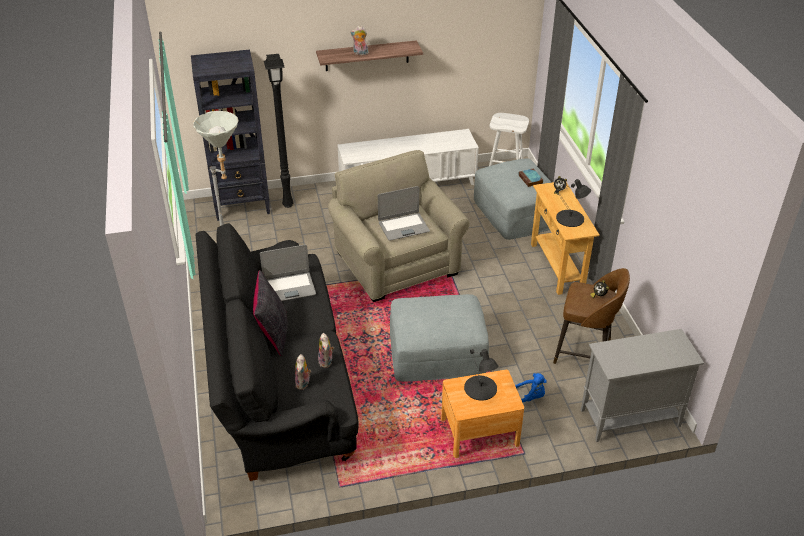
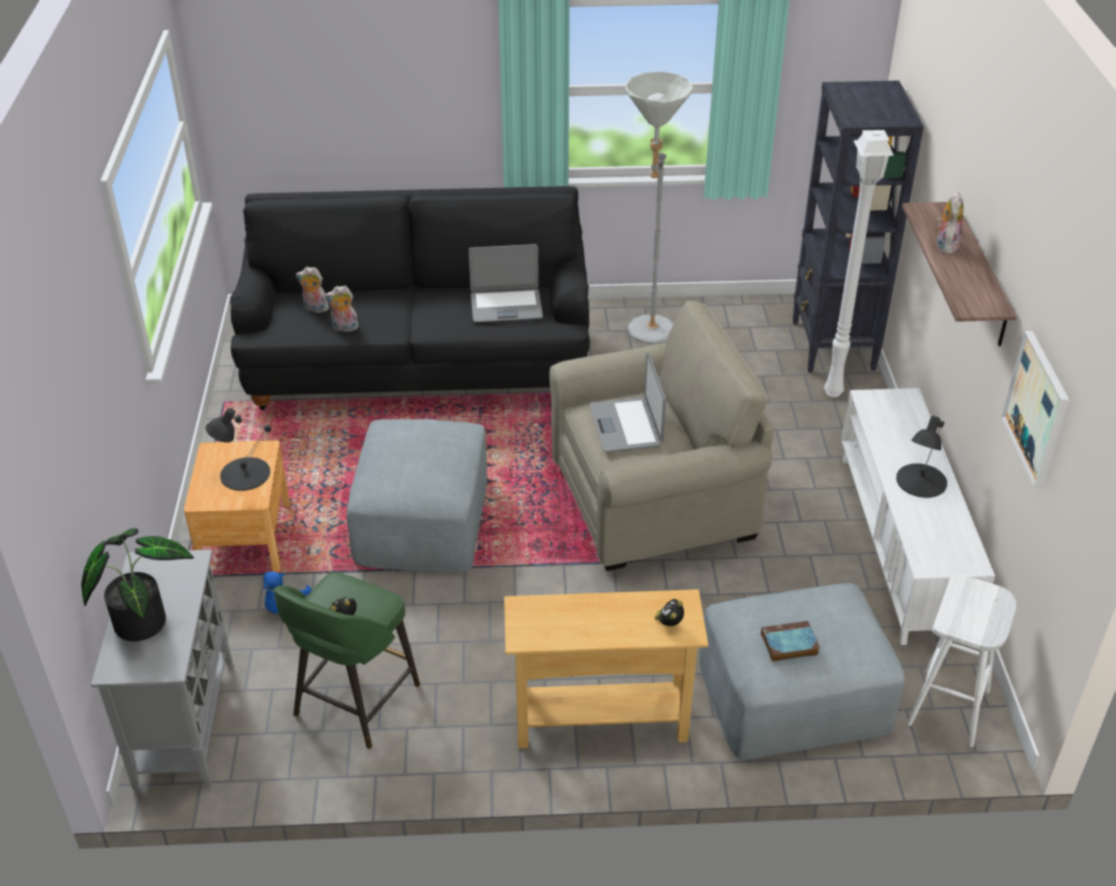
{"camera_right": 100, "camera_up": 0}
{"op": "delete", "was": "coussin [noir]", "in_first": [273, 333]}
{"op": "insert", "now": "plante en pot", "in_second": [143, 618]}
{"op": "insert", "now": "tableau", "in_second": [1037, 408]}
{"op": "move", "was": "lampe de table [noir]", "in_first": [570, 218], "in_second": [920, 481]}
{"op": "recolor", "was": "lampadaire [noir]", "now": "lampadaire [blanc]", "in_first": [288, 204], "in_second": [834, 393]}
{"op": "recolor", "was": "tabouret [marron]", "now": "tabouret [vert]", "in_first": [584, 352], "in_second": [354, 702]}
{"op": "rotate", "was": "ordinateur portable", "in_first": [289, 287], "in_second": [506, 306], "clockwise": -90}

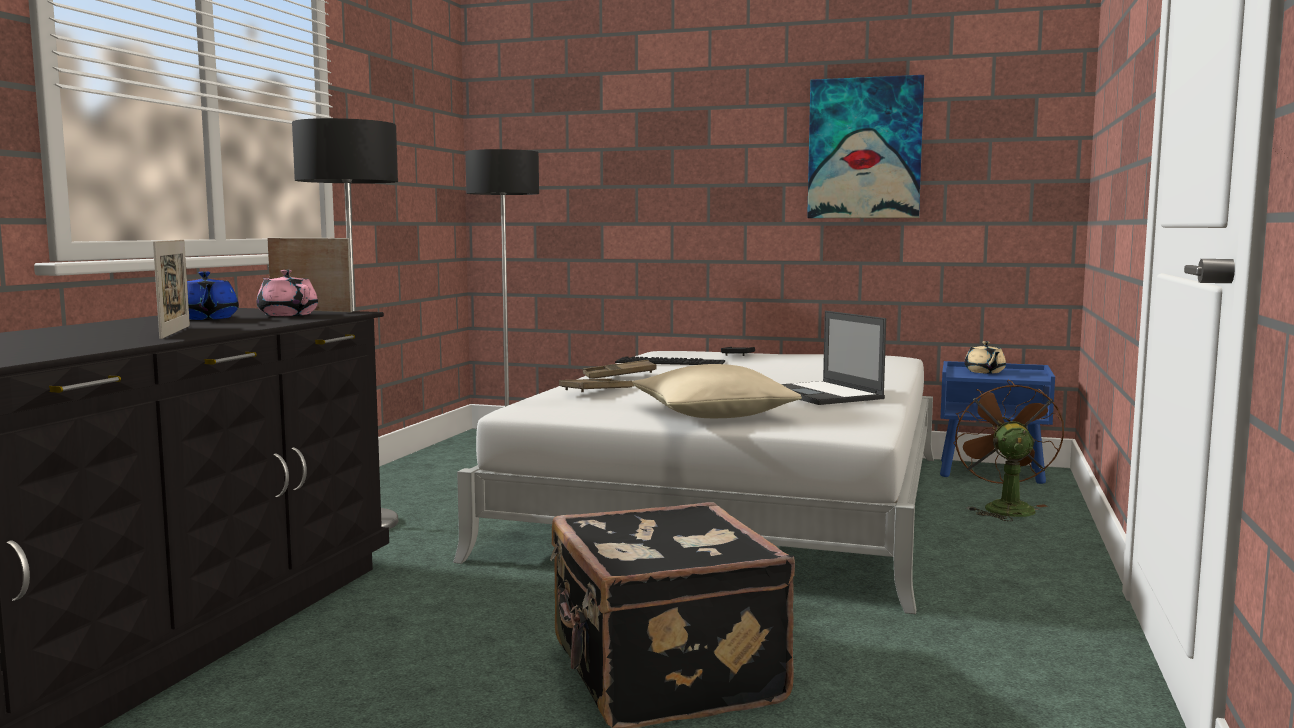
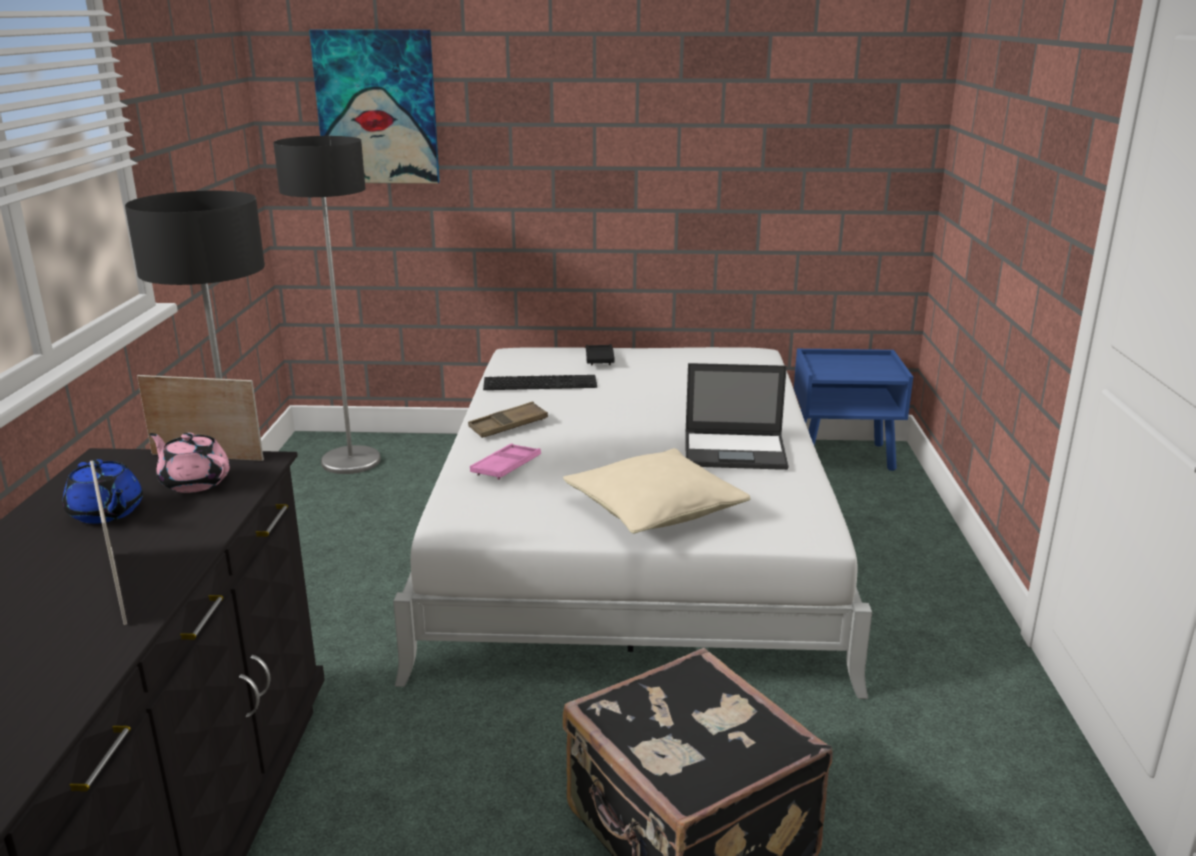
{"camera_right": -15, "camera_up": 15}
{"op": "delete", "was": "ventilateur [marron]", "in_first": [1004, 508]}
{"op": "delete", "was": "théière [beige]", "in_first": [984, 372]}
{"op": "move", "was": "tableau", "in_first": [864, 148], "in_second": [377, 107]}
{"op": "recolor", "was": "plateau [marron]", "now": "plateau [rose]", "in_first": [597, 390], "in_second": [506, 466]}
{"op": "rotate", "was": "ordinateur portable", "in_first": [824, 394], "in_second": [736, 451], "clockwise": -45}

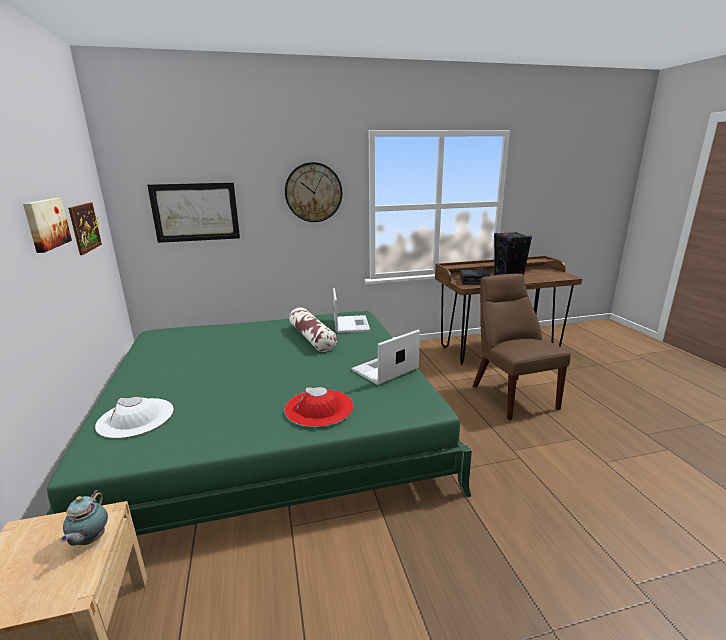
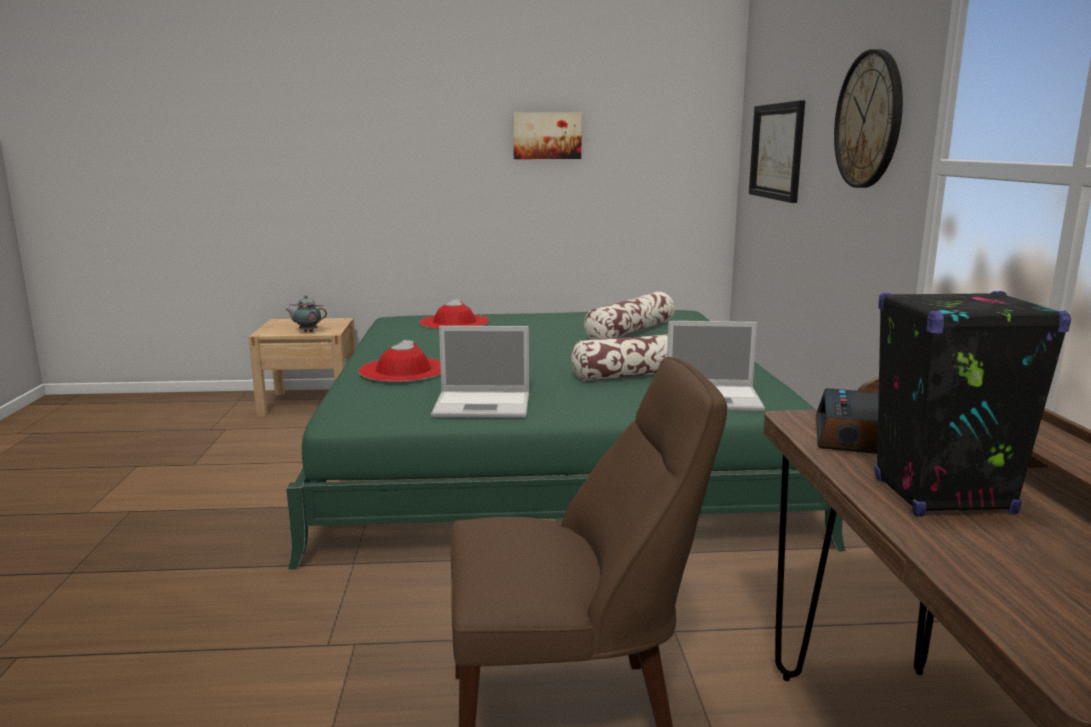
{"camera_right": 100, "camera_up": -5}
{"op": "delete", "was": "tableau", "in_first": [85, 227]}
{"op": "insert", "now": "coussin", "in_second": [630, 331]}
{"op": "recolor", "was": "chapeau [blanc]", "now": "chapeau [rouge]", "in_first": [136, 418], "in_second": [454, 322]}
{"op": "rotate", "was": "ordinateur portable", "in_first": [384, 370], "in_second": [484, 405], "clockwise": 120}

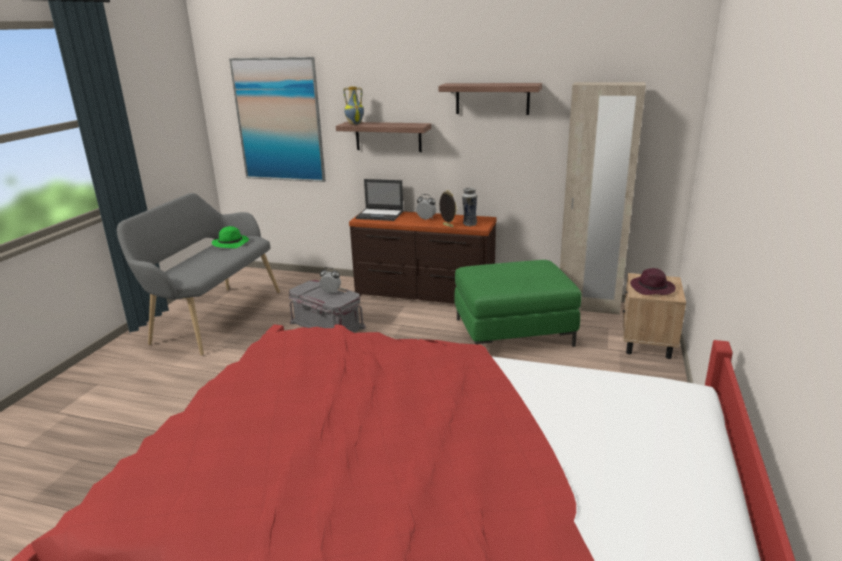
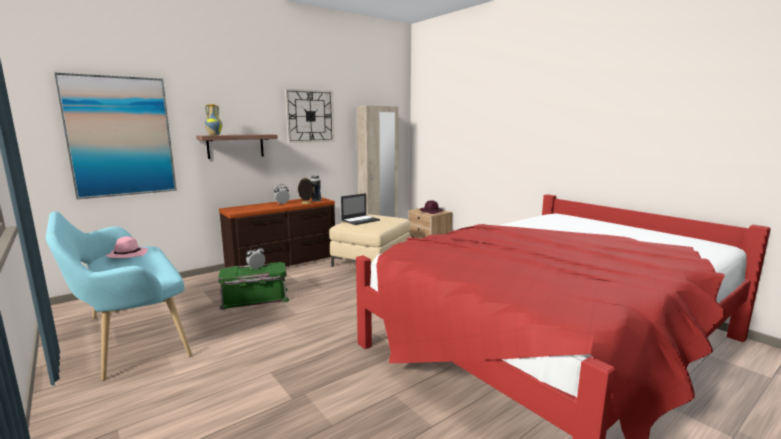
{"camera_right": -55, "camera_up": -10}
{"op": "move", "was": "ordinateur portable", "in_first": [380, 215], "in_second": [360, 220]}
{"op": "replace", "was": "étagère", "now": "horloge murale", "in_first": [492, 98], "in_second": [310, 116]}
{"op": "recolor", "was": "banc [gris]", "now": "banc [turquoise]", "in_first": [212, 317], "in_second": [129, 336]}
{"op": "recolor", "was": "chapeau [vert]", "now": "chapeau [rose]", "in_first": [231, 243], "in_second": [127, 255]}
{"op": "recolor", "was": "boîte de rangement [gris]", "now": "boîte de rangement [vert]", "in_first": [326, 325], "in_second": [255, 299]}
{"op": "recolor", "was": "pouf [vert]", "now": "pouf [beige]", "in_first": [513, 332], "in_second": [371, 260]}

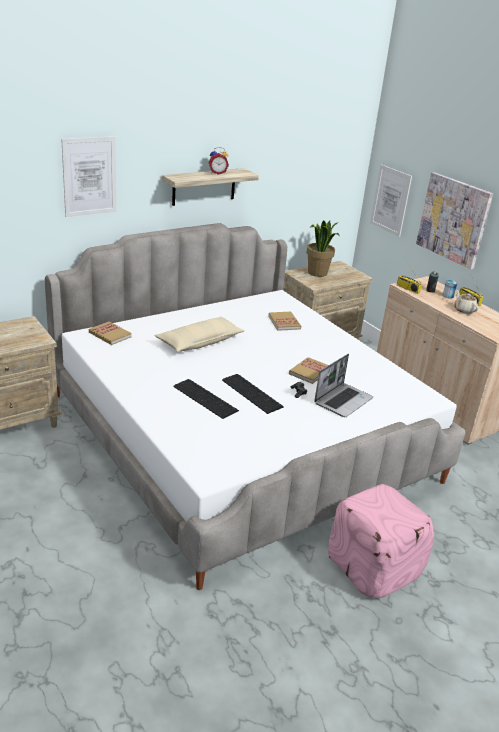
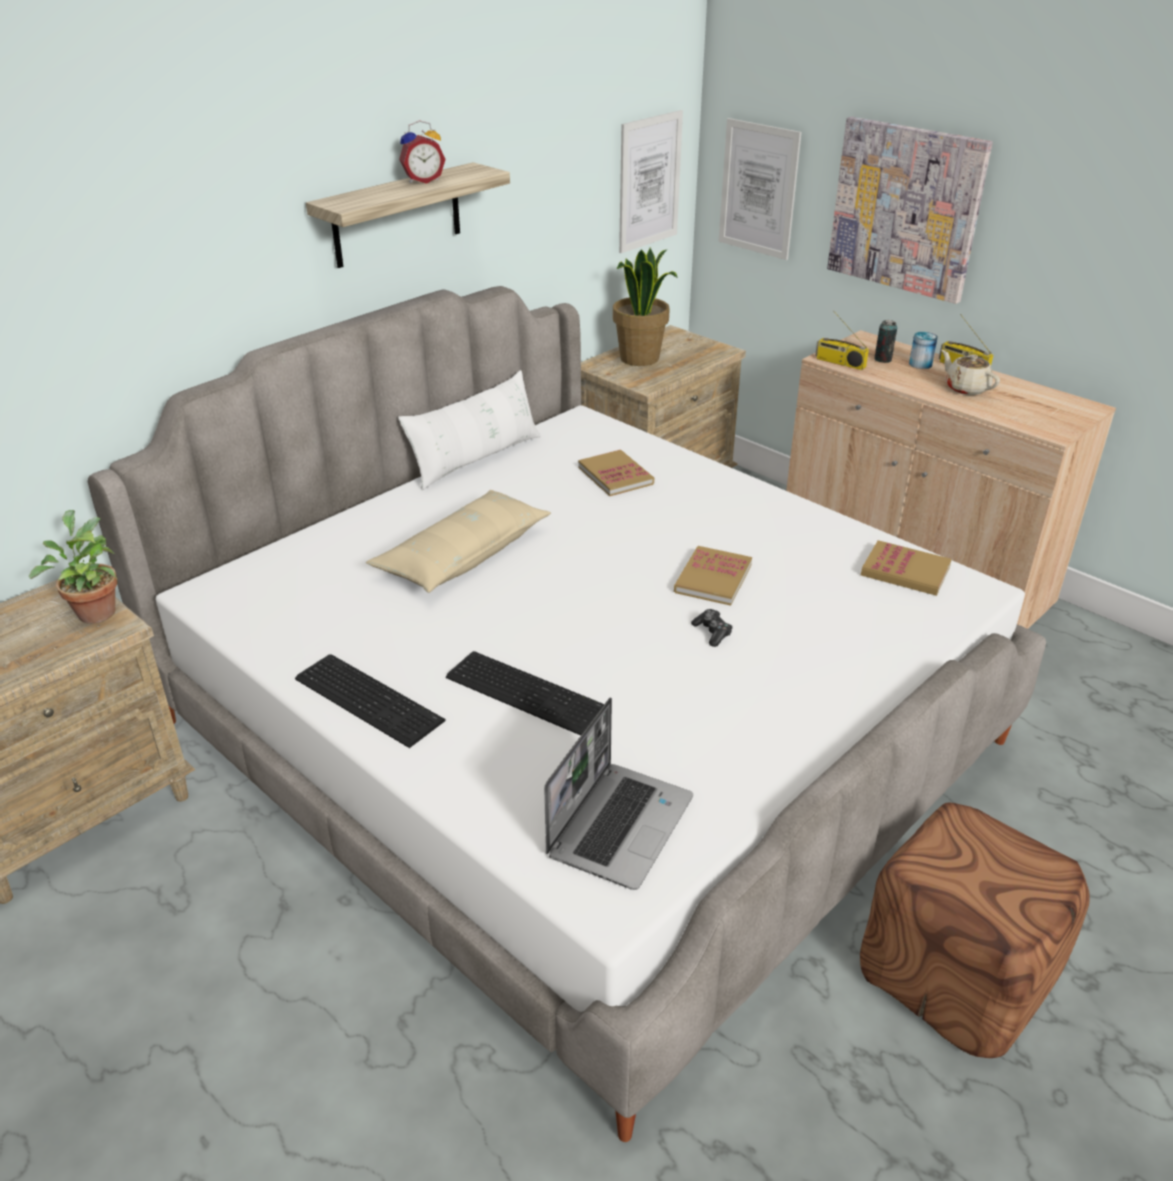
{"camera_right": -10, "camera_up": 5}
{"op": "insert", "now": "plante en pot", "in_second": [94, 611]}
{"op": "insert", "now": "coussin [blanc]", "in_second": [476, 459]}
{"op": "move", "was": "tableau", "in_first": [89, 176], "in_second": [649, 182]}
{"op": "move", "was": "livre", "in_first": [110, 335], "in_second": [905, 571]}
{"op": "move", "was": "clavier", "in_first": [252, 392], "in_second": [369, 697]}
{"op": "move", "was": "ordinateur portable", "in_first": [343, 400], "in_second": [620, 825]}
{"op": "recolor", "was": "pouf [rose]", "now": "pouf [marron]", "in_first": [373, 566], "in_second": [956, 974]}

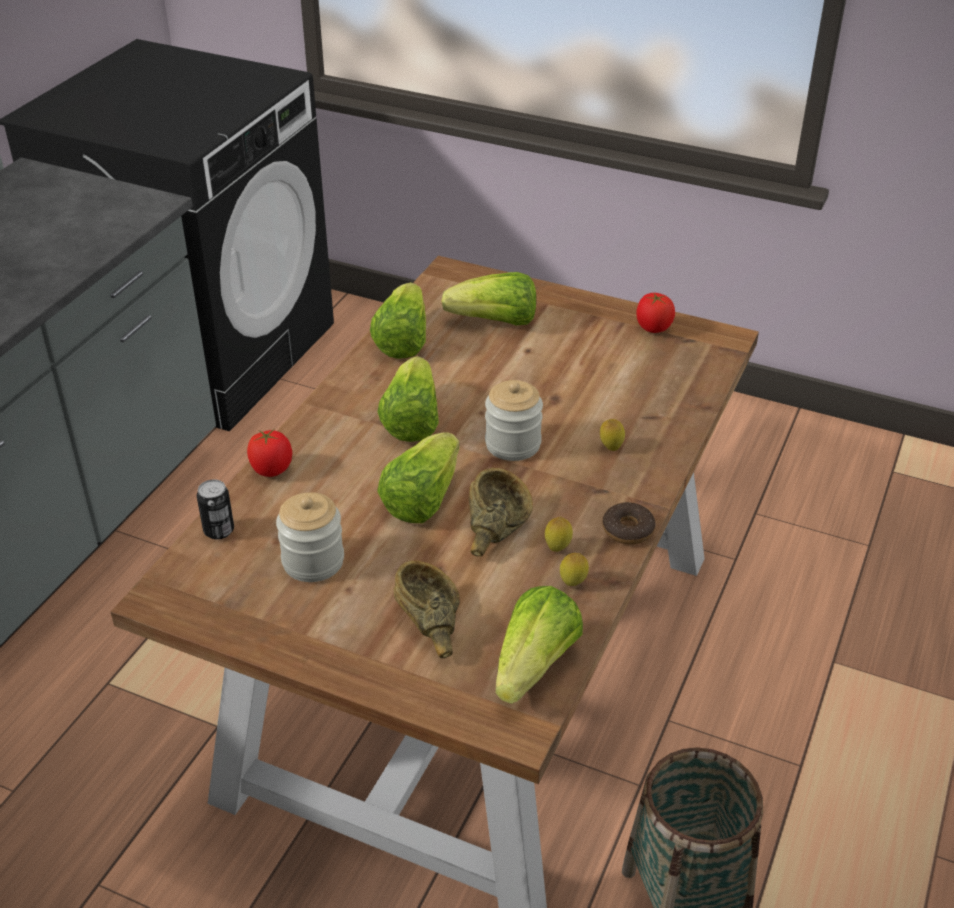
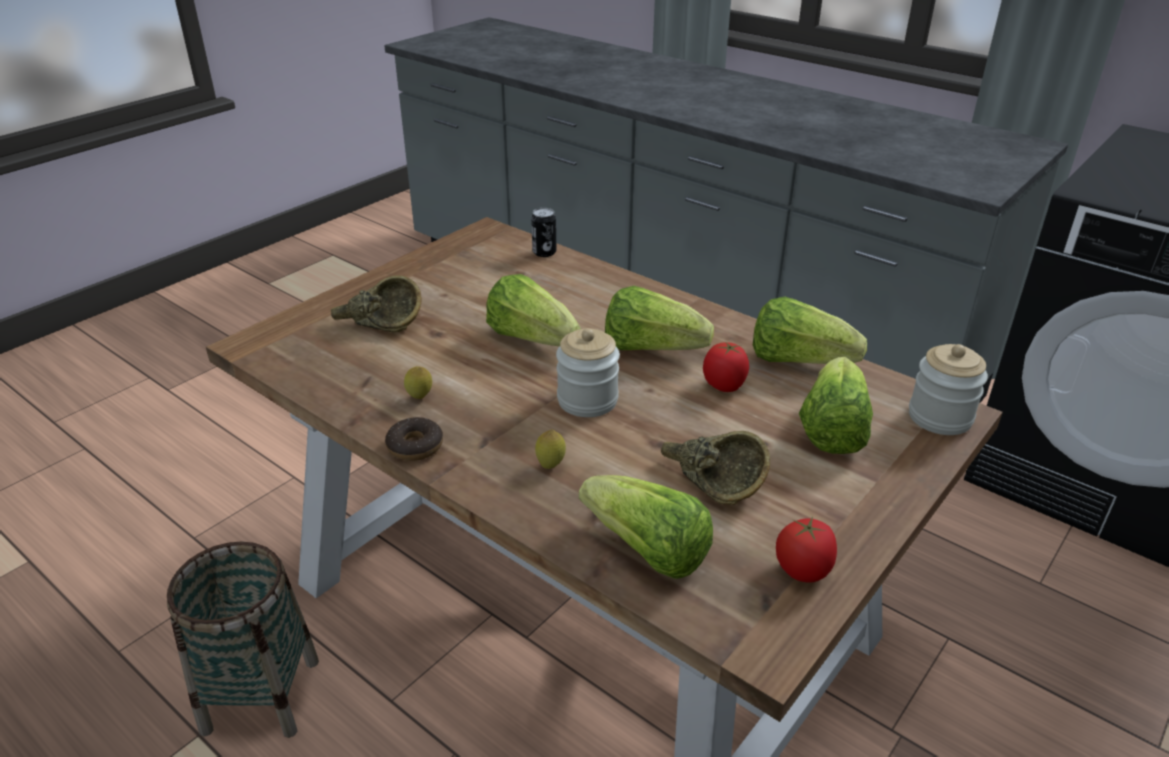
{"camera_right": 105, "camera_up": -5}
{"op": "delete", "was": "citron", "in_first": [573, 583]}
{"op": "move", "was": "tomate", "in_first": [272, 469], "in_second": [724, 385]}
{"op": "move", "was": "bocal", "in_first": [313, 561], "in_second": [940, 417]}
{"op": "move", "was": "bol [marron]", "in_first": [496, 530], "in_second": [710, 482]}
{"op": "move", "was": "laitue", "in_first": [535, 665], "in_second": [646, 551]}

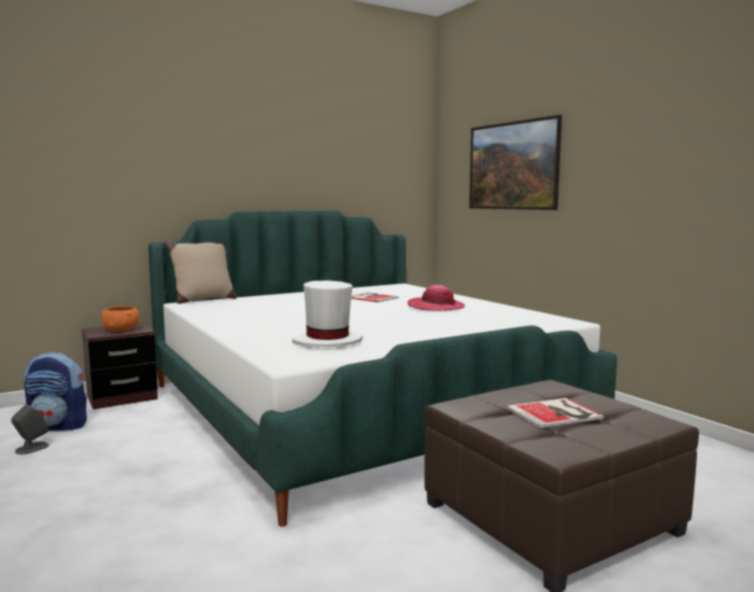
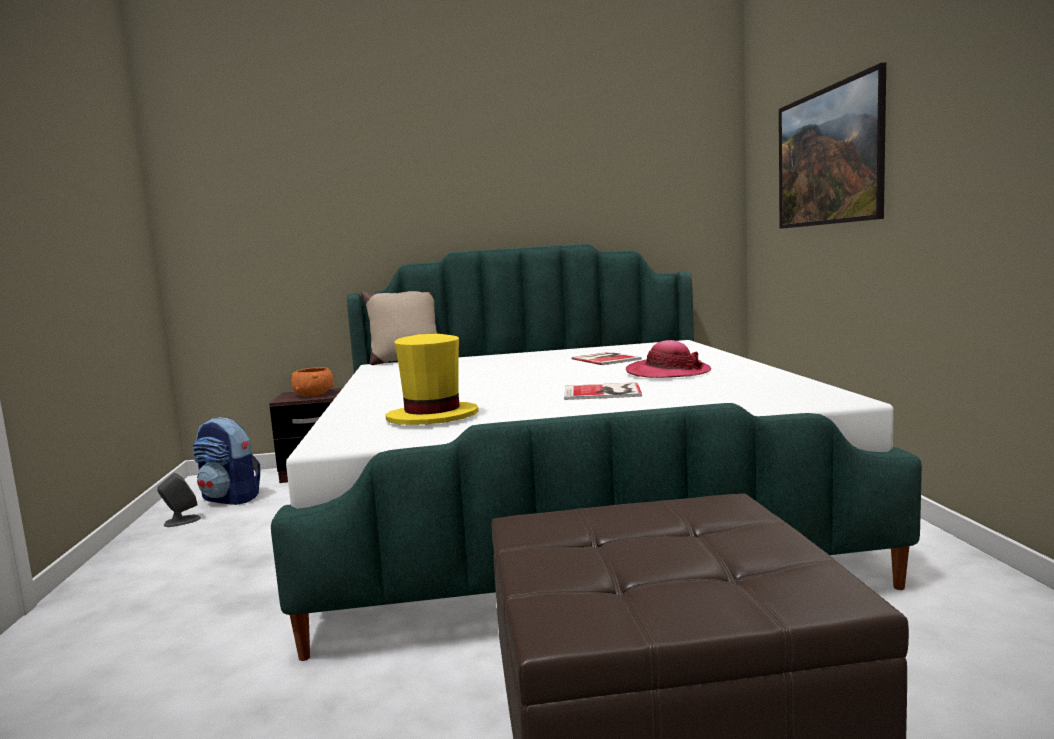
{"camera_right": 25, "camera_up": 0}
{"op": "move", "was": "livre", "in_first": [556, 413], "in_second": [604, 392]}
{"op": "recolor", "was": "chapeau [blanc]", "now": "chapeau [jaune]", "in_first": [327, 342], "in_second": [432, 417]}

